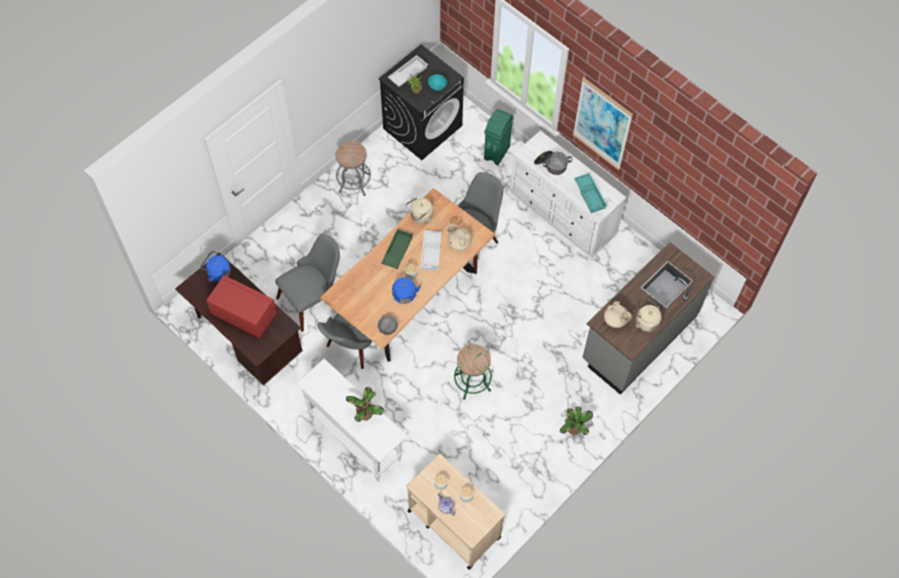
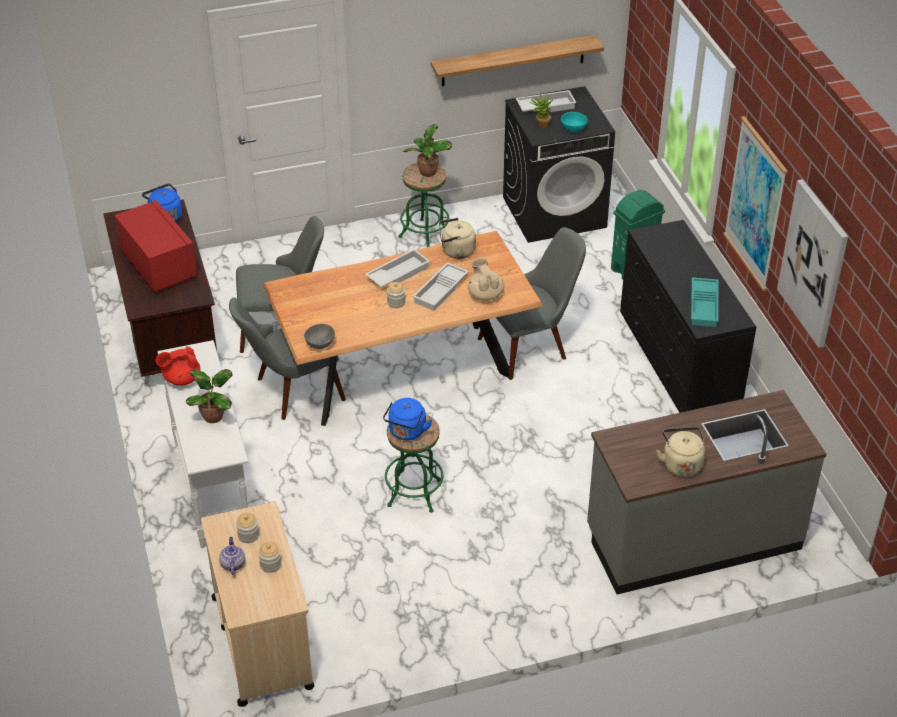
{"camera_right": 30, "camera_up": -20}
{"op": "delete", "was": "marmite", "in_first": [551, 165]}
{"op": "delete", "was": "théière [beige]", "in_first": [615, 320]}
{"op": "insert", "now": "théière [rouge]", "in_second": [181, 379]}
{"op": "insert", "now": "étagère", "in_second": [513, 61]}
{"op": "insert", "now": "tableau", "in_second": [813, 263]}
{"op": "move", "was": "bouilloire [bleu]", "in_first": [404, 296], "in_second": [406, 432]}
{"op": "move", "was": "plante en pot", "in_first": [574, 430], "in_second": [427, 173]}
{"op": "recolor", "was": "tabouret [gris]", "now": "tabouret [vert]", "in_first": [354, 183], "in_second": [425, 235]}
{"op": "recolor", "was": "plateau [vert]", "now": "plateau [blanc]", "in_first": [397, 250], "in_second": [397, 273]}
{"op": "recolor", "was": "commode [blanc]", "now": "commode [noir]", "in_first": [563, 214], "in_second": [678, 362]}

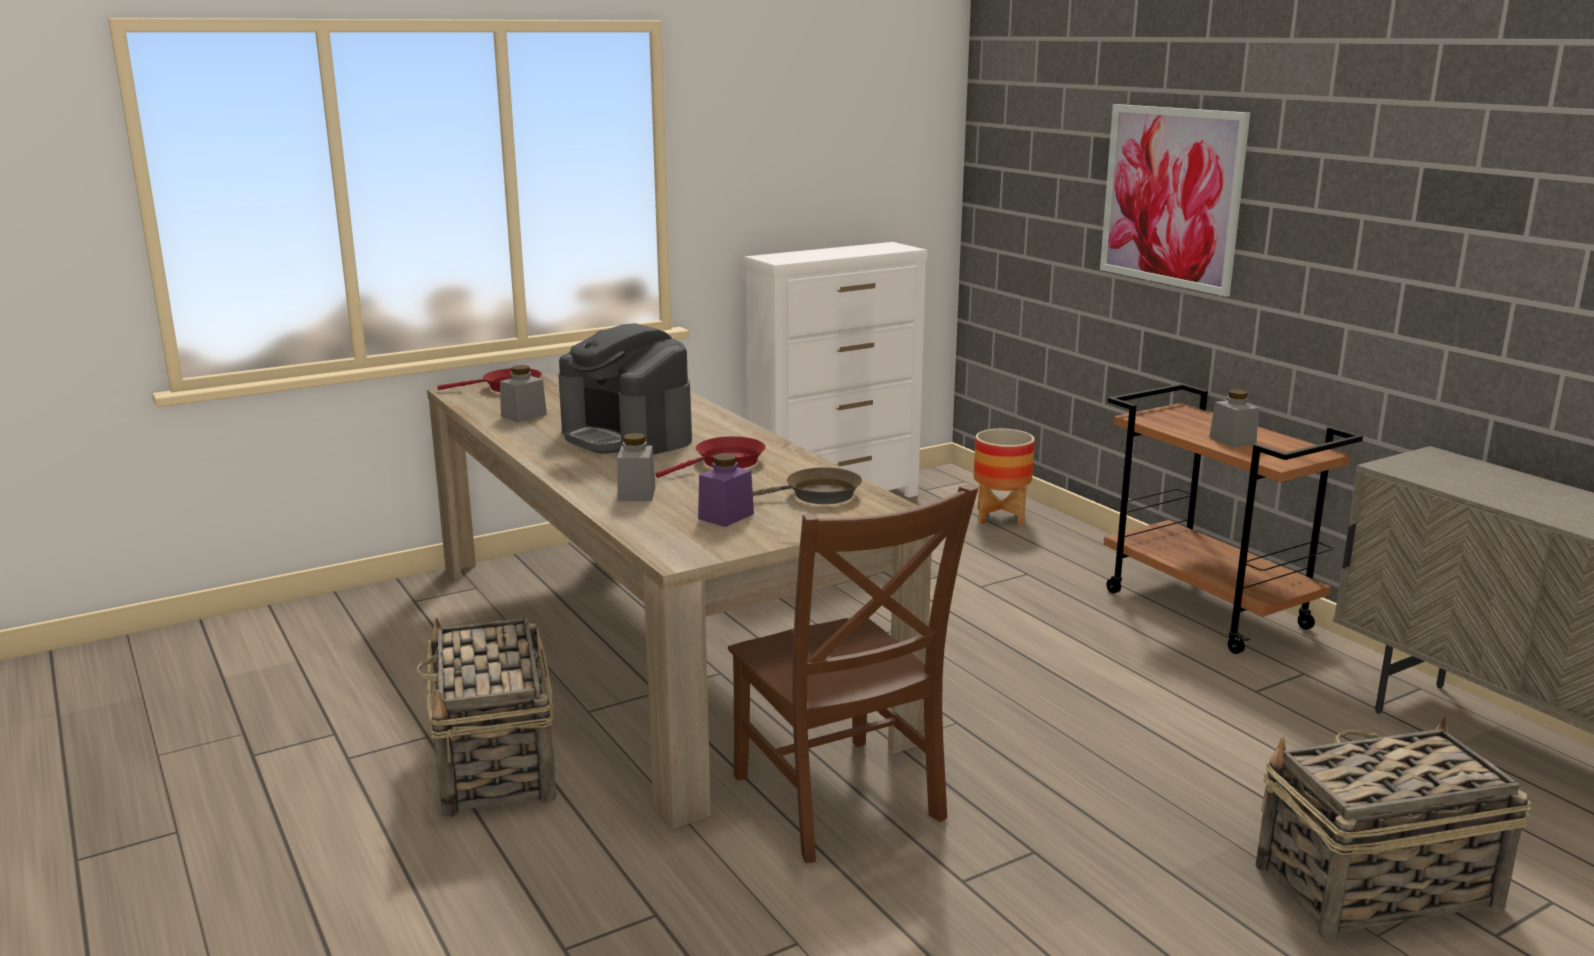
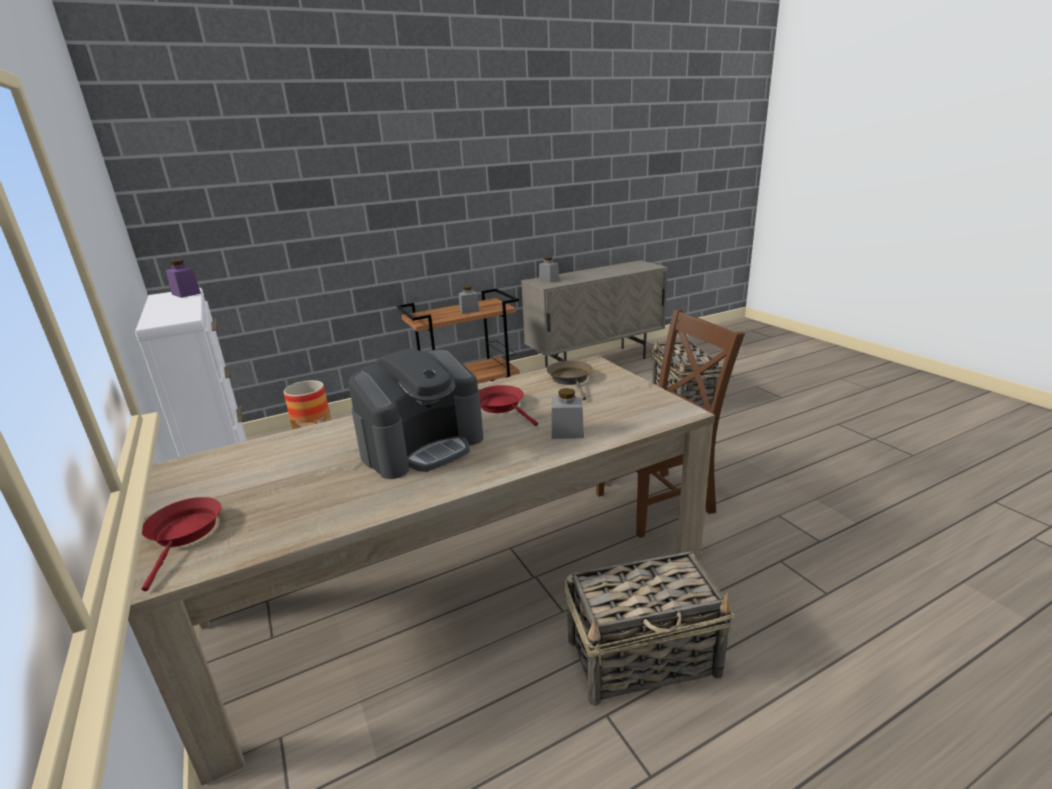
{"camera_right": -85, "camera_up": 5}
{"op": "delete", "was": "tableau", "in_first": [1171, 197]}
{"op": "move", "was": "bocal [gris]", "in_first": [523, 415], "in_second": [549, 280]}
{"op": "move", "was": "bocal [violet]", "in_first": [726, 516], "in_second": [186, 294]}

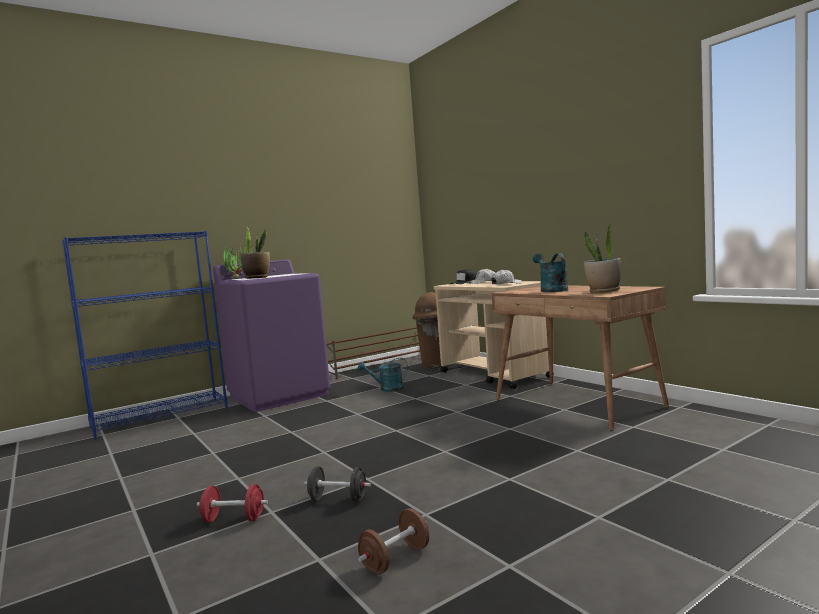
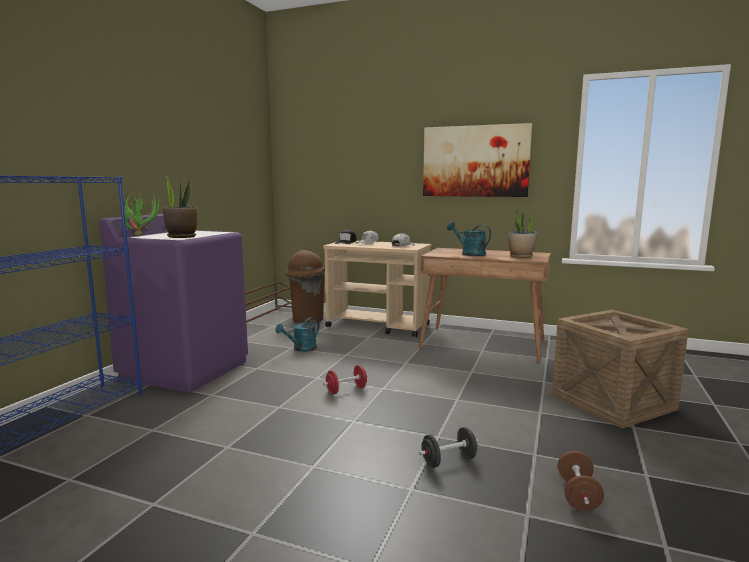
{"camera_right": -35, "camera_up": 5}
{"op": "insert", "now": "tableau", "in_second": [475, 161]}
{"op": "insert", "now": "caisse", "in_second": [612, 402]}
{"op": "move", "was": "haltère [rouge]", "in_first": [234, 519], "in_second": [346, 390]}

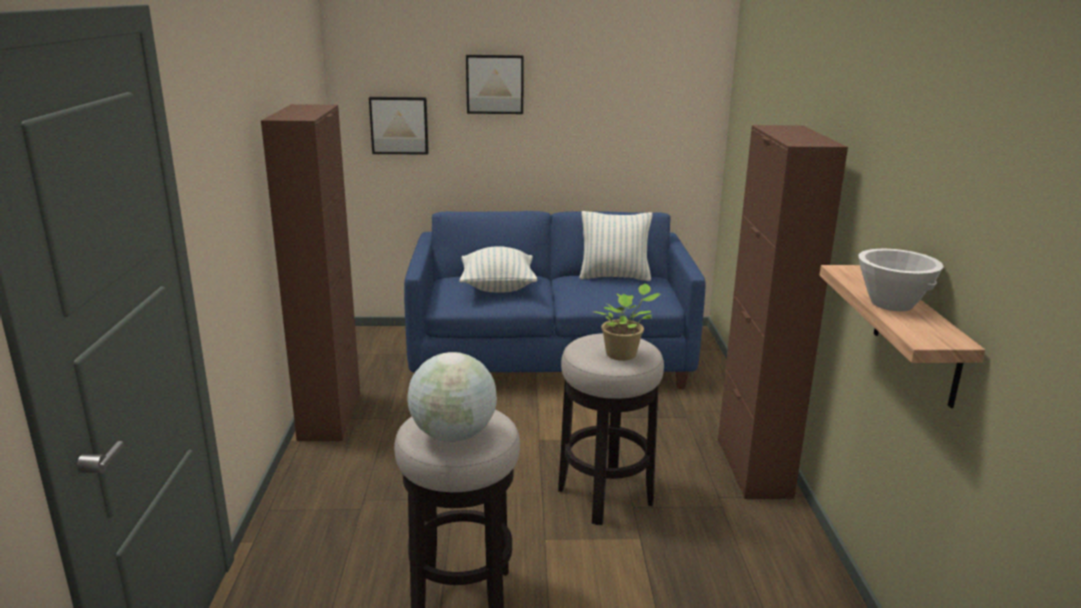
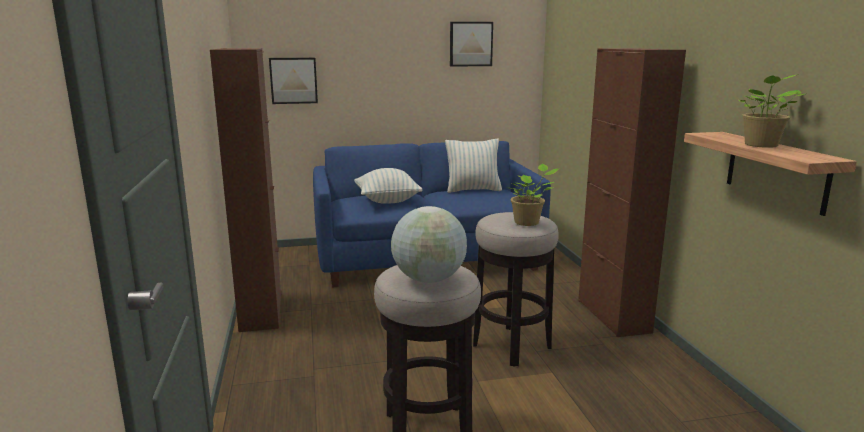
{"camera_right": -10, "camera_up": -5}
{"op": "move", "was": "tableau", "in_first": [495, 84], "in_second": [470, 44]}
{"op": "replace", "was": "bol [blanc]", "now": "plante en pot", "in_first": [892, 303], "in_second": [761, 145]}

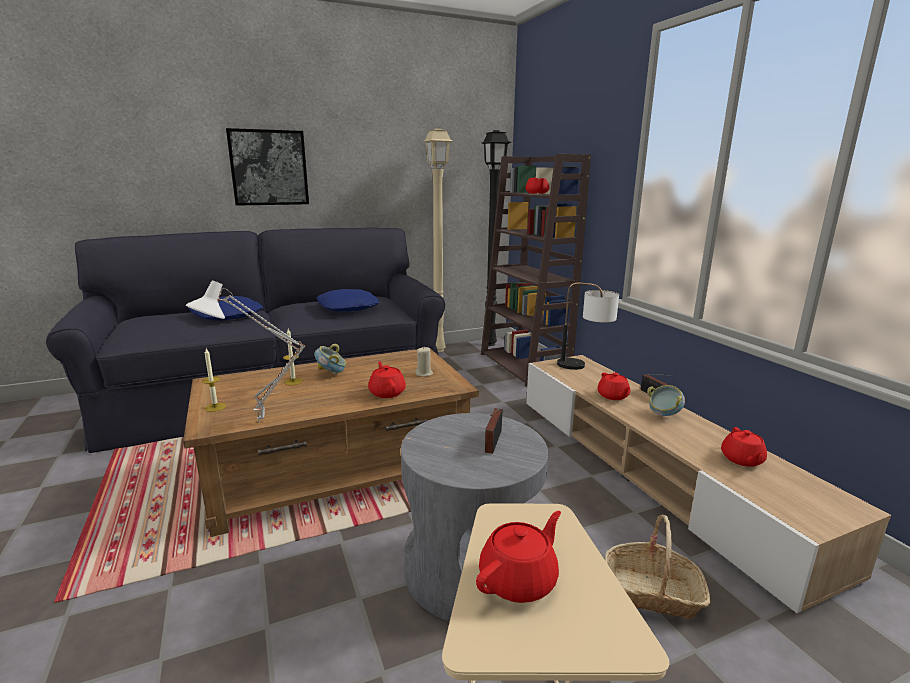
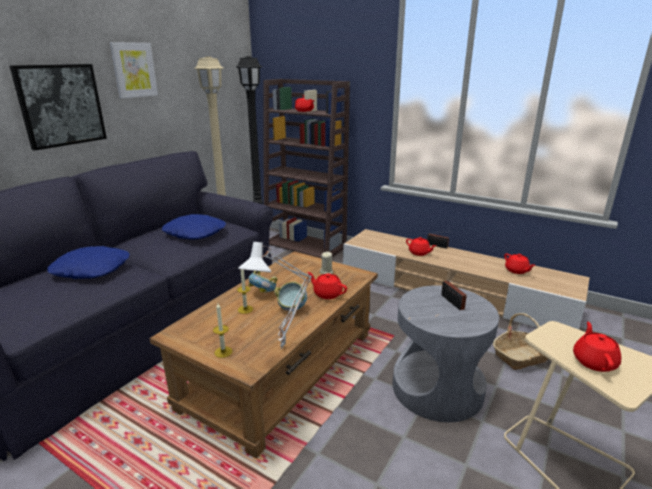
{"camera_right": -35, "camera_up": 5}
{"op": "delete", "was": "lampe de table", "in_first": [584, 367]}
{"op": "insert", "now": "tableau", "in_second": [133, 70]}
{"op": "move", "was": "bol", "in_first": [663, 415], "in_second": [292, 309]}

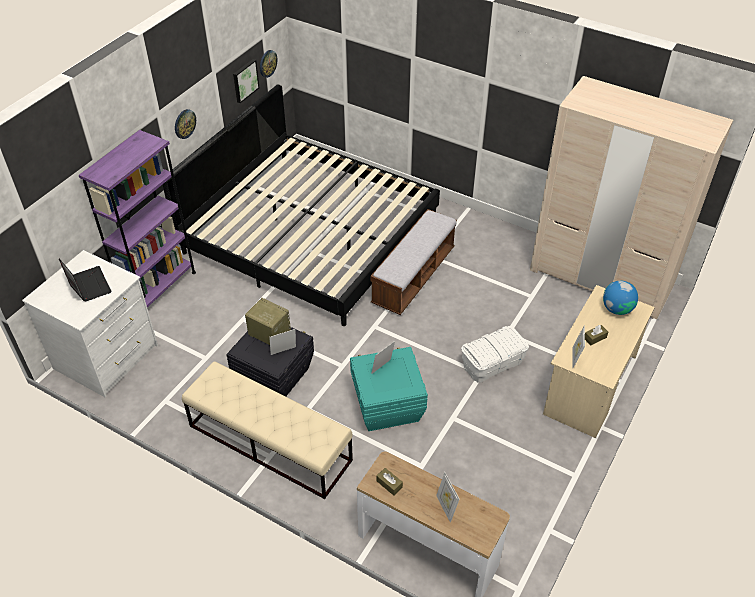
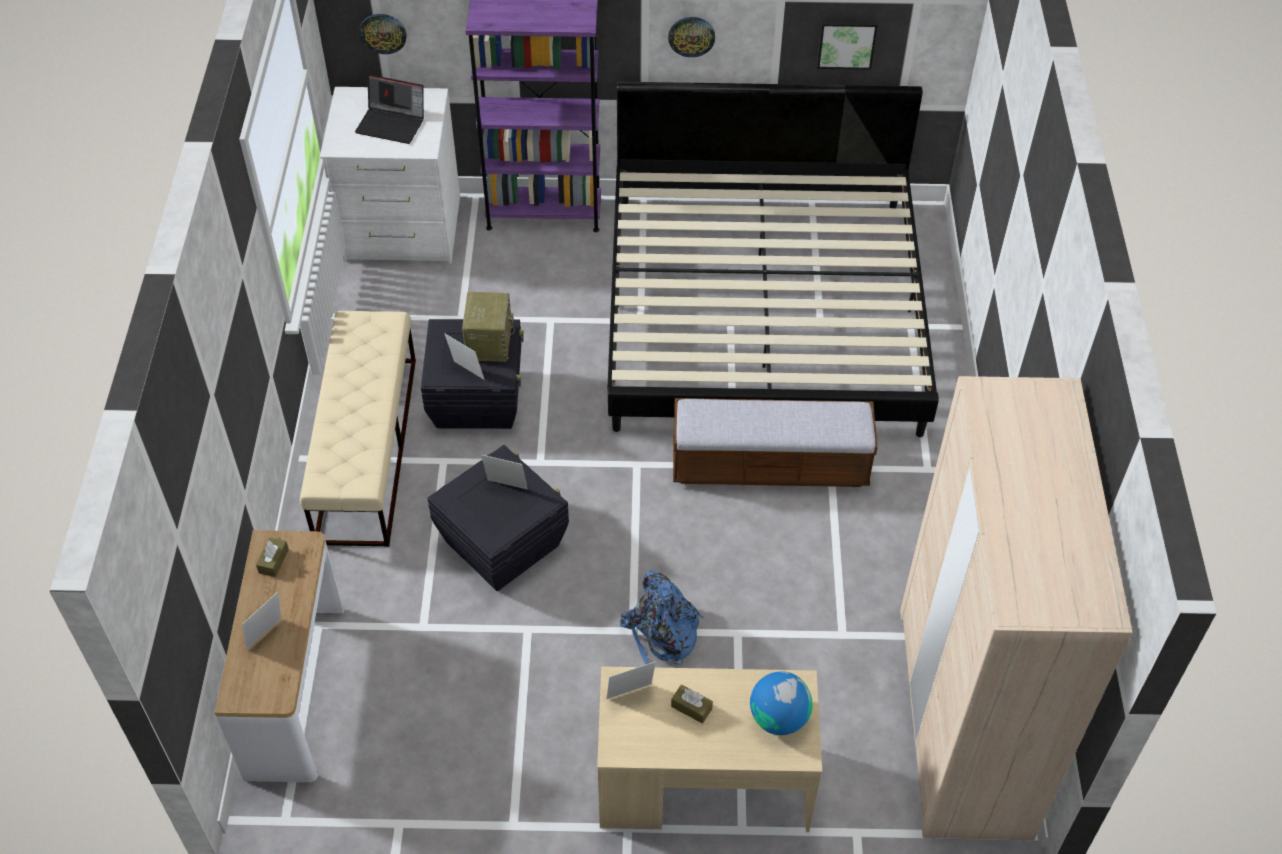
{"camera_right": 60, "camera_up": 5}
{"op": "move", "was": "horloge murale", "in_first": [267, 63], "in_second": [383, 33]}
{"op": "replace", "was": "boîte de rangement [blanc]", "now": "sac à dos [bleu]", "in_first": [492, 363], "in_second": [661, 637]}
{"op": "recolor", "was": "boîte de rangement [turquoise]", "now": "boîte de rangement [noir]", "in_first": [386, 405], "in_second": [502, 542]}
{"op": "rotate", "was": "ordinateur portable", "in_first": [88, 285], "in_second": [392, 124], "clockwise": 75}

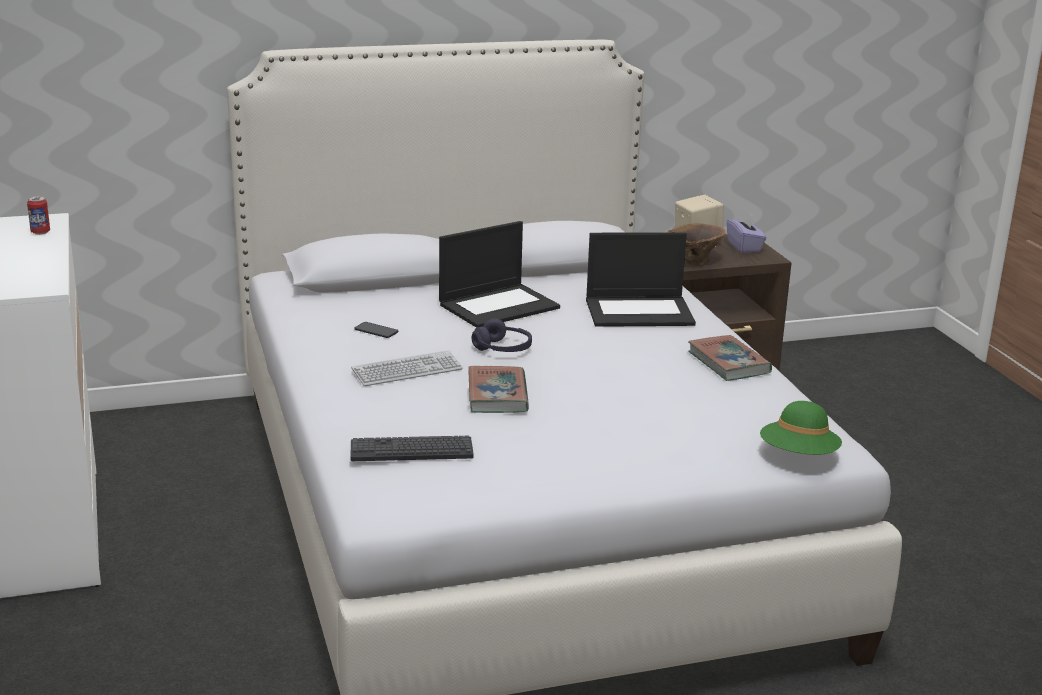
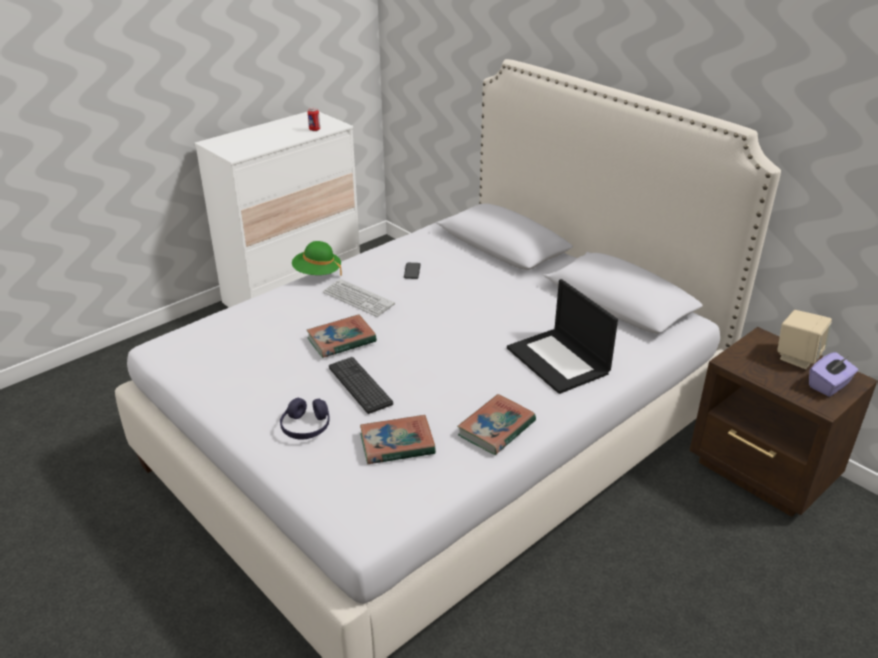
{"camera_right": 65, "camera_up": 10}
{"op": "delete", "was": "ordinateur portable", "in_first": [499, 306]}
{"op": "delete", "was": "vase [marron]", "in_first": [692, 263]}
{"op": "insert", "now": "livre", "in_second": [397, 444]}
{"op": "move", "was": "clavier", "in_first": [411, 450], "in_second": [360, 385]}
{"op": "move", "was": "casque audio [violet]", "in_first": [503, 349], "in_second": [306, 427]}
{"op": "move", "was": "chapeau [vert]", "in_first": [798, 456], "in_second": [317, 273]}

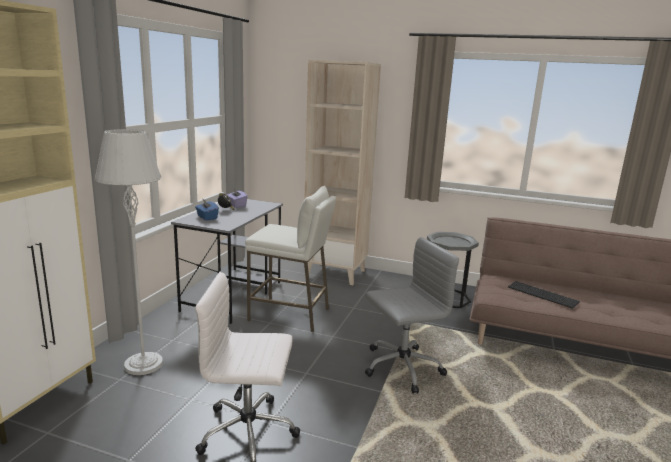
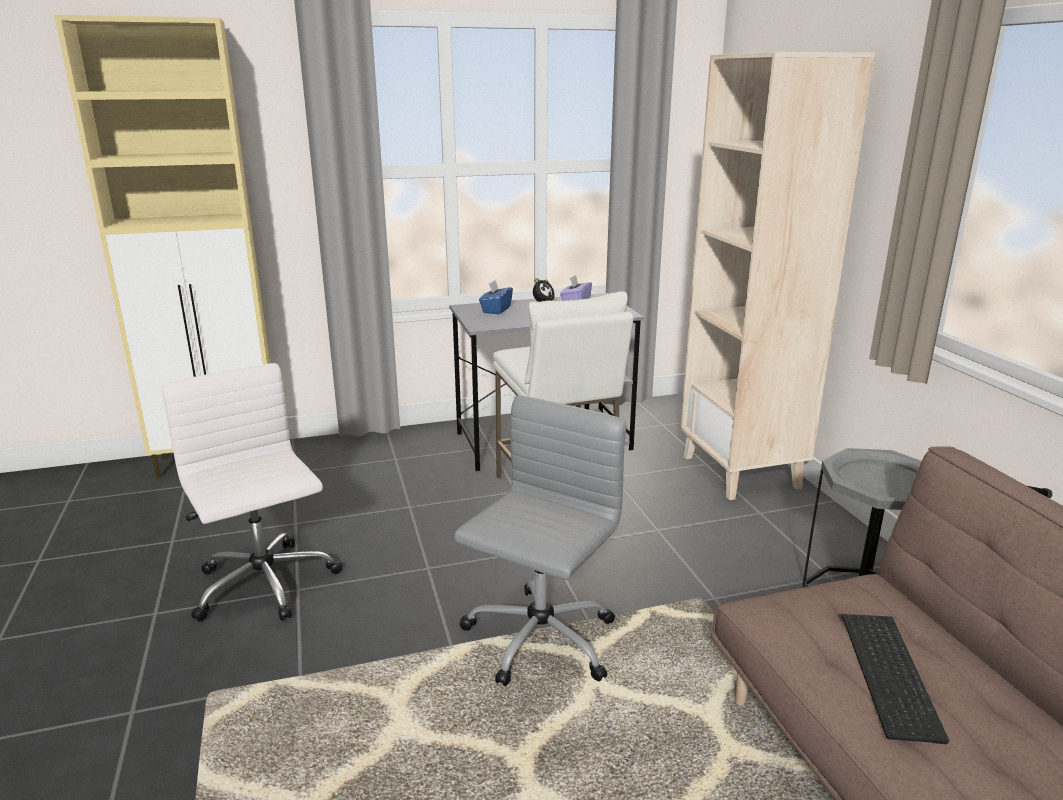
{"camera_right": 55, "camera_up": 5}
{"op": "delete", "was": "lampadaire [gris]", "in_first": [144, 364]}
{"op": "rotate", "was": "chaise de bureau [gris]", "in_first": [401, 367], "in_second": [538, 640], "clockwise": -90}

